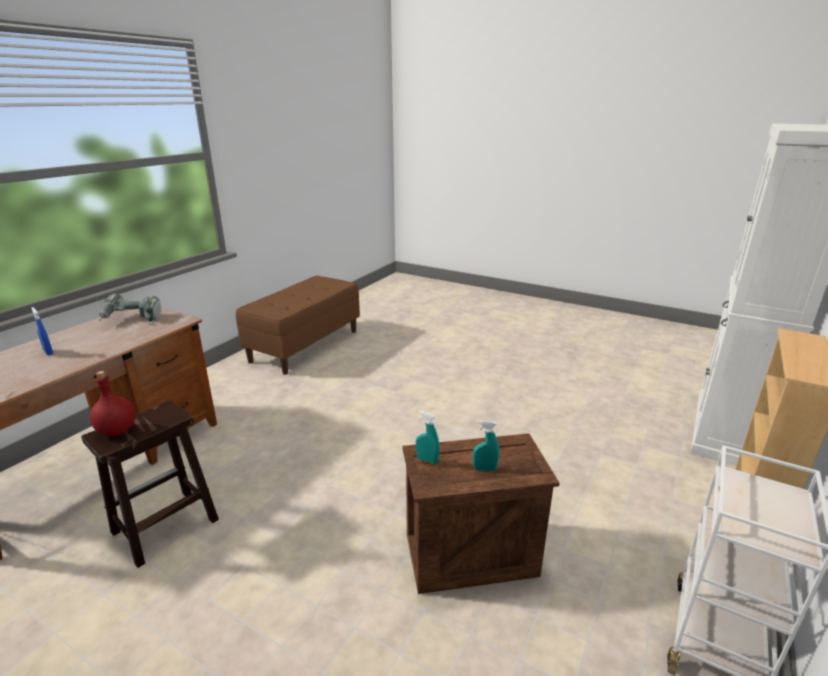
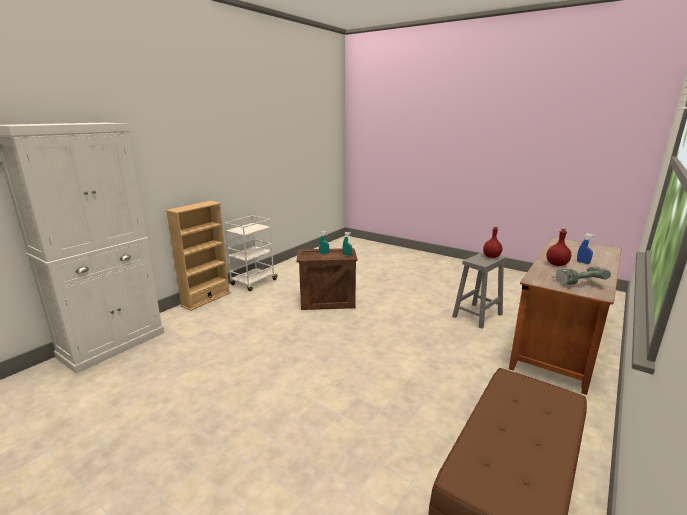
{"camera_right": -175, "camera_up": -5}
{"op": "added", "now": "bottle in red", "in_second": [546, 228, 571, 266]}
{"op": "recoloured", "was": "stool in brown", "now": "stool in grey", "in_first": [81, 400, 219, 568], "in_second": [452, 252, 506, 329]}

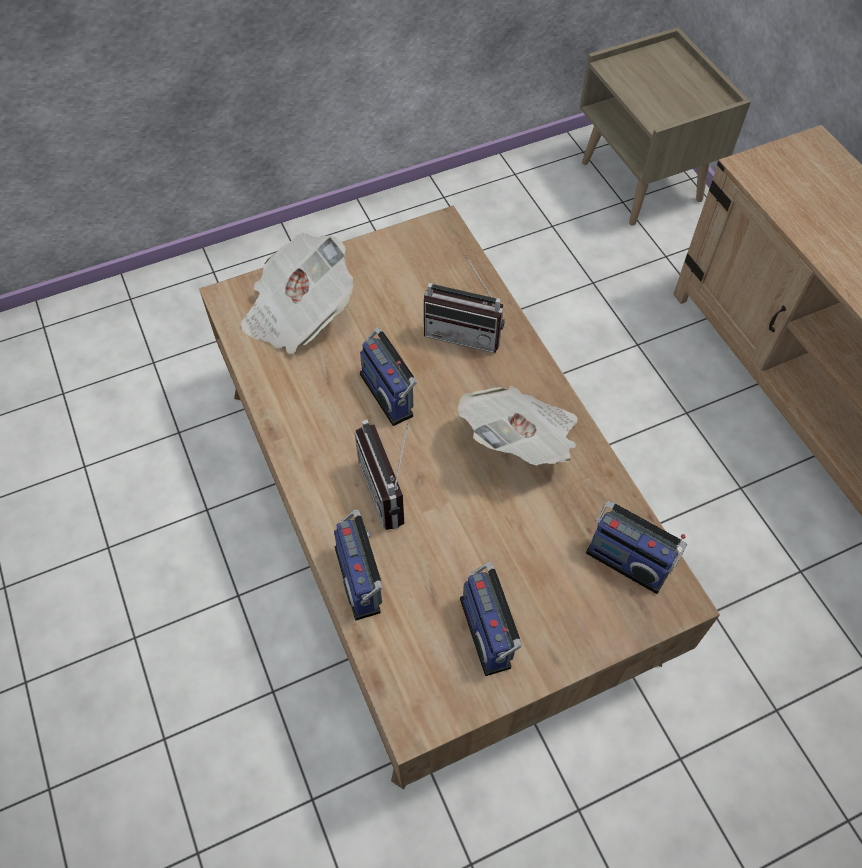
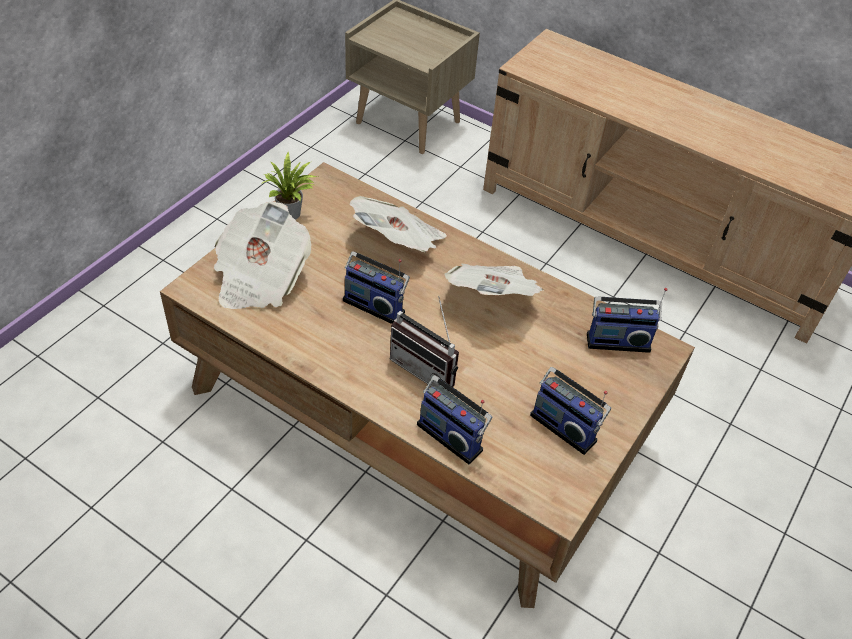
{"camera_right": -35, "camera_up": -10}
{"op": "added", "now": "potted plant", "in_second": [261, 152, 318, 220]}
{"op": "replaced", "was": "radio", "now": "newspaper", "in_first": [424, 254, 505, 353], "in_second": [350, 196, 447, 252]}

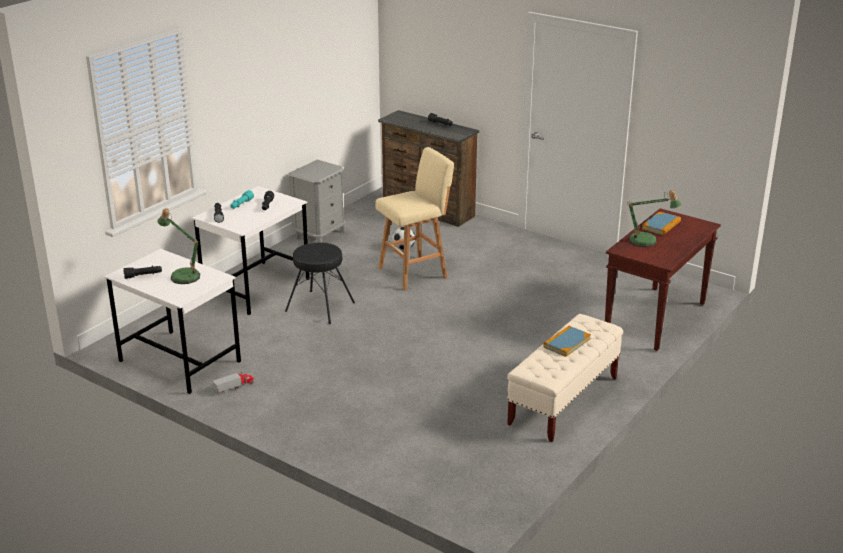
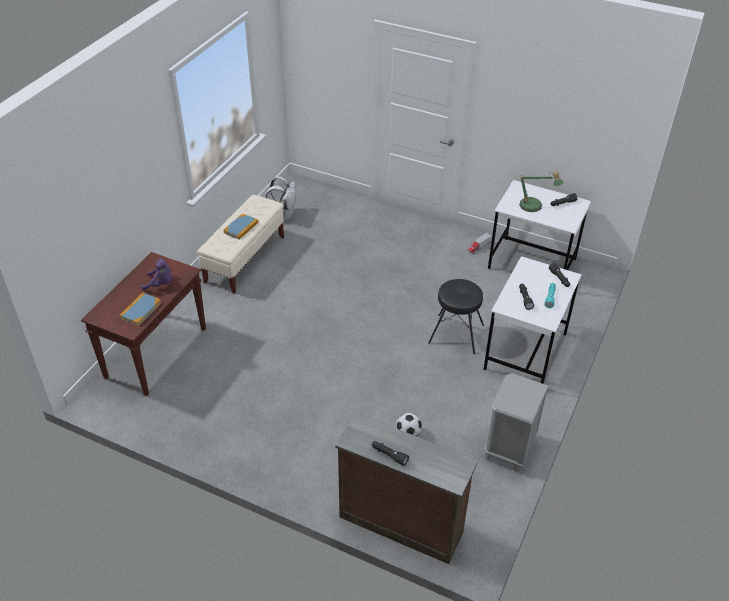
{"camera_right": 170, "camera_up": 15}
{"op": "removed", "was": "stool in beige", "in_first": [376, 147, 454, 291]}
{"op": "added", "now": "backpack in white", "in_second": [265, 176, 296, 221]}
{"op": "replaced", "was": "table lamp", "now": "plush toy in purple", "in_first": [629, 190, 682, 247], "in_second": [141, 259, 172, 290]}

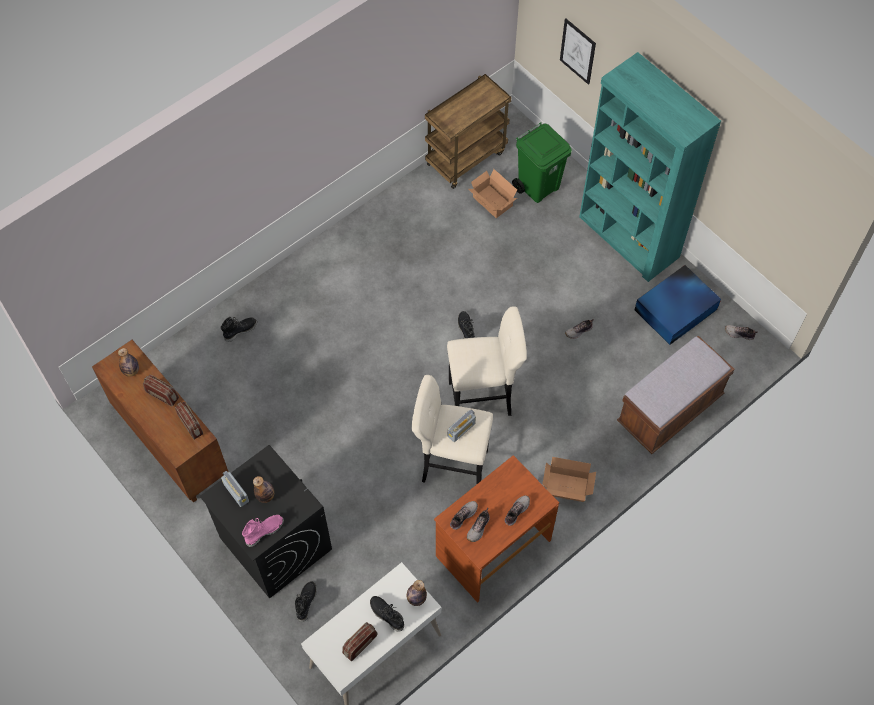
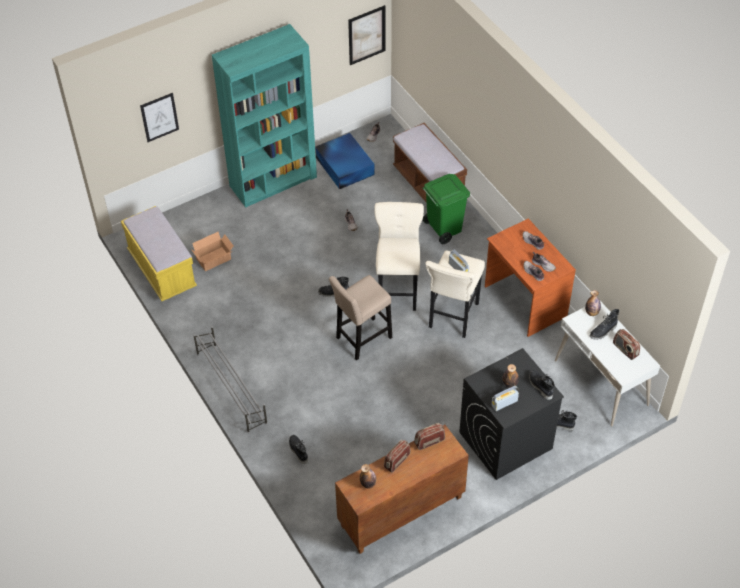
{"camera_right": -80, "camera_up": -10}
{"op": "removed", "was": "cardboard box", "in_first": [542, 457, 596, 502]}
{"op": "added", "now": "shoe rack in grey", "in_second": [193, 326, 267, 433]}
{"op": "added", "now": "stool in beige", "in_second": [329, 275, 392, 360]}
{"op": "added", "now": "picture", "in_second": [348, 5, 386, 65]}
{"op": "moved", "was": "trash can in green", "in_first": [512, 123, 572, 203], "in_second": [422, 174, 470, 244]}
{"op": "replaced", "was": "cart in brown", "now": "bench in yellow", "in_first": [425, 74, 511, 189], "in_second": [121, 206, 197, 301]}
{"op": "recoloured", "was": "boot in pink", "now": "boot in black", "in_first": [242, 515, 284, 547], "in_second": [529, 370, 555, 400]}

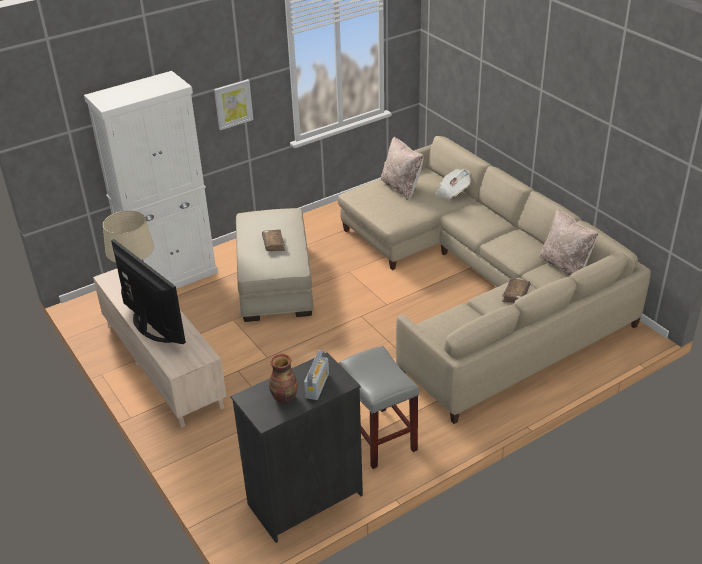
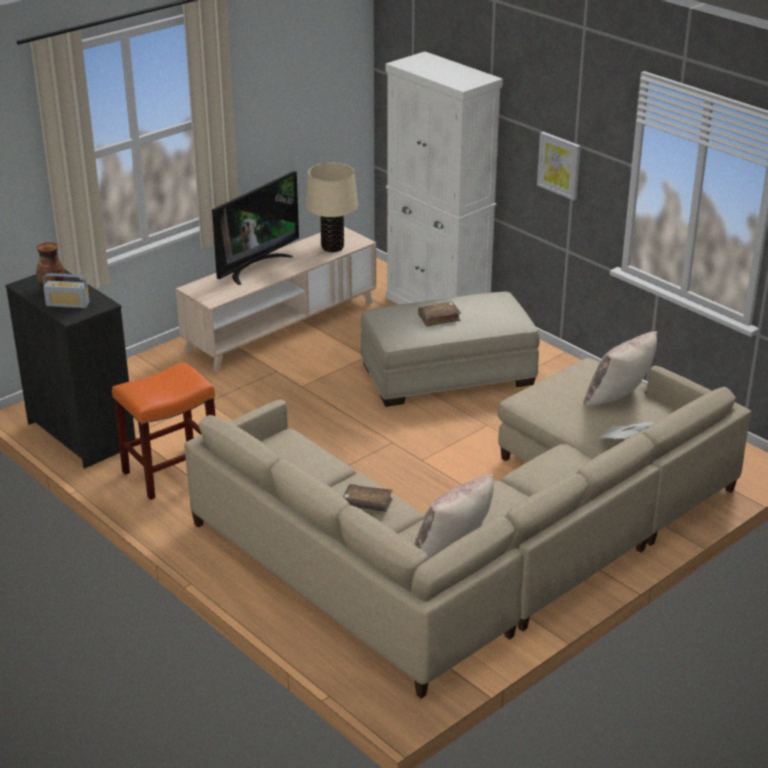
{"camera_right": 80, "camera_up": -5}
{"op": "recoloured", "was": "stool in grey", "now": "stool in orange", "in_first": [339, 346, 419, 469], "in_second": [112, 362, 215, 500]}

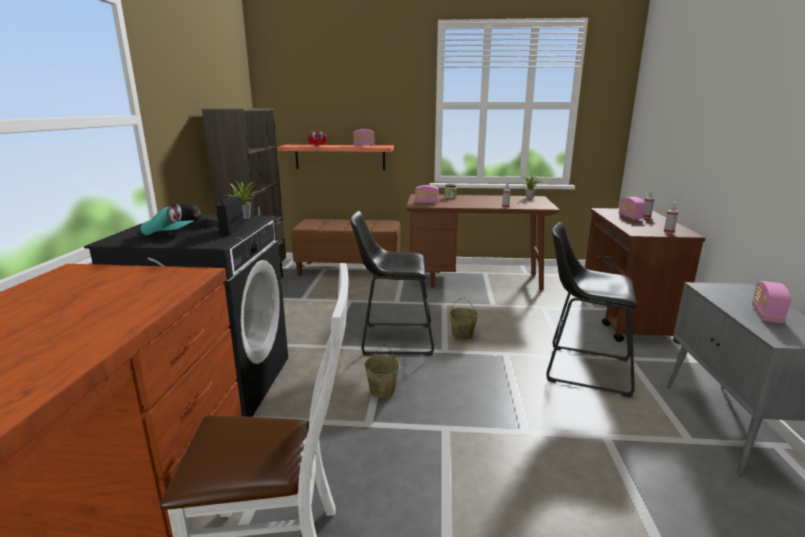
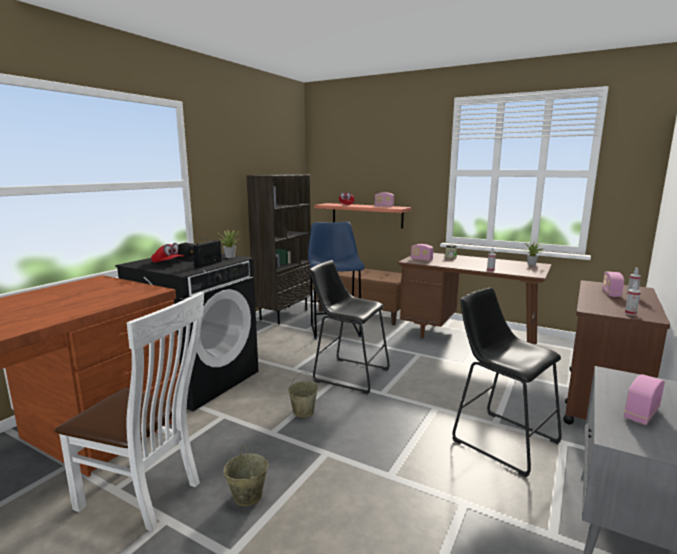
{"camera_right": 25, "camera_up": -5}
{"op": "added", "now": "stool in blue", "in_second": [308, 222, 364, 340]}
{"op": "moved", "was": "bucket in beige", "in_first": [449, 298, 479, 340], "in_second": [223, 444, 269, 506]}
{"op": "recoloured", "was": "cap in turquoise", "now": "cap in red", "in_first": [141, 204, 194, 236], "in_second": [151, 243, 184, 263]}

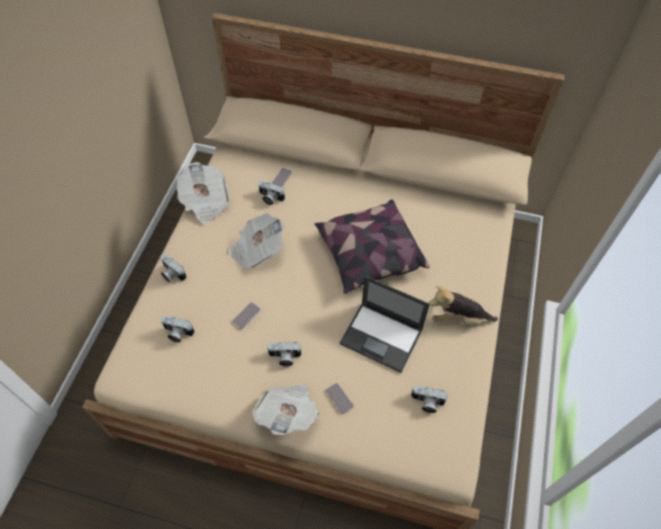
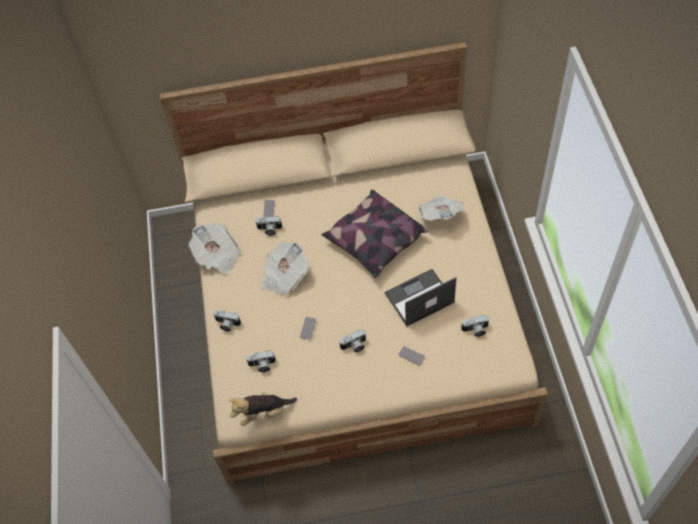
{"camera_right": -20, "camera_up": 0}
{"op": "moved", "was": "newspaper", "in_first": [252, 384, 319, 435], "in_second": [418, 195, 464, 221]}
{"op": "moved", "was": "plush toy", "in_first": [429, 286, 498, 326], "in_second": [229, 392, 297, 426]}
{"op": "turned", "was": "laptop", "in_first": [340, 276, 430, 373], "in_second": [384, 269, 456, 326], "clockwise": 150}

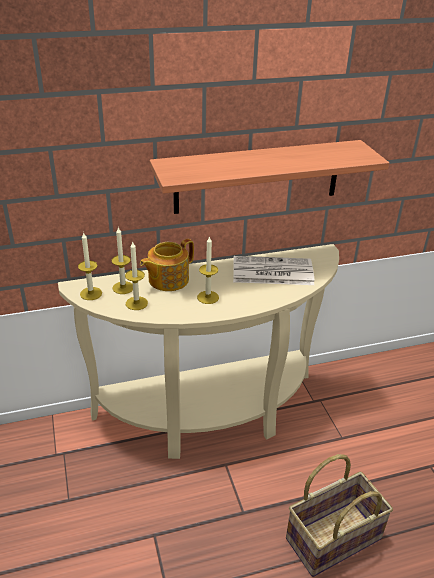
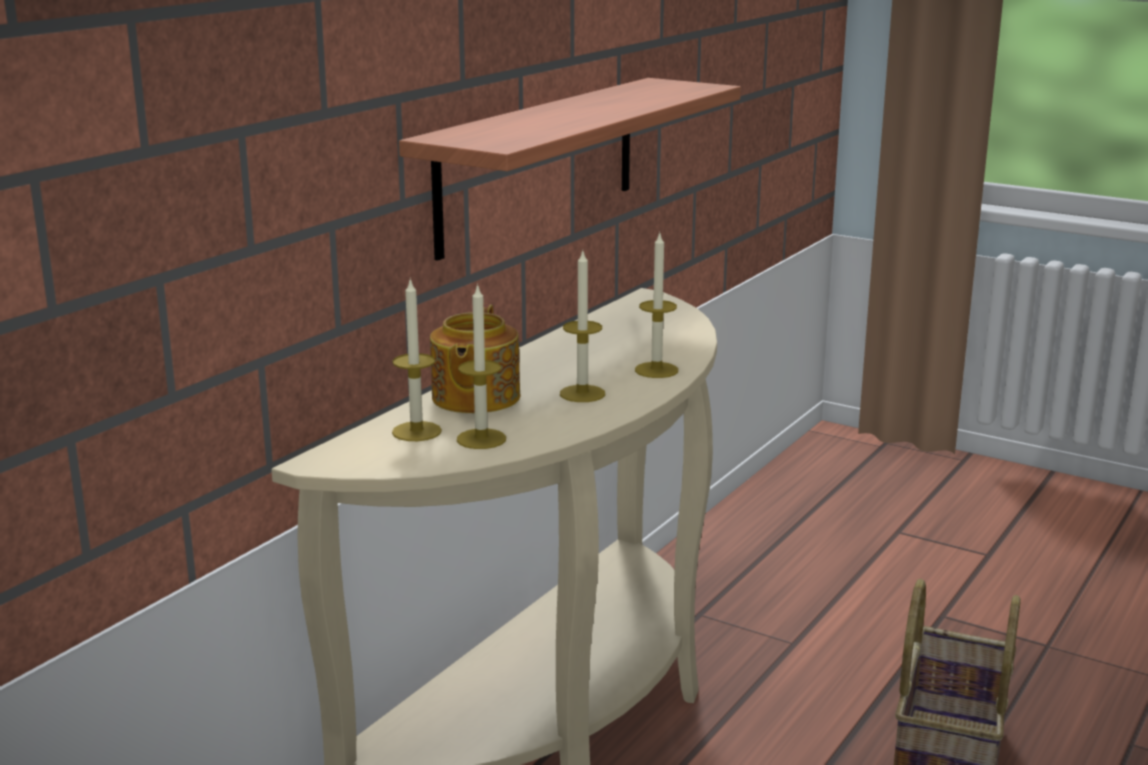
{"camera_right": -40, "camera_up": -15}
{"op": "removed", "was": "newspaper", "in_first": [233, 256, 314, 285]}
{"op": "moved", "was": "candle", "in_first": [78, 233, 102, 300], "in_second": [635, 232, 678, 378]}

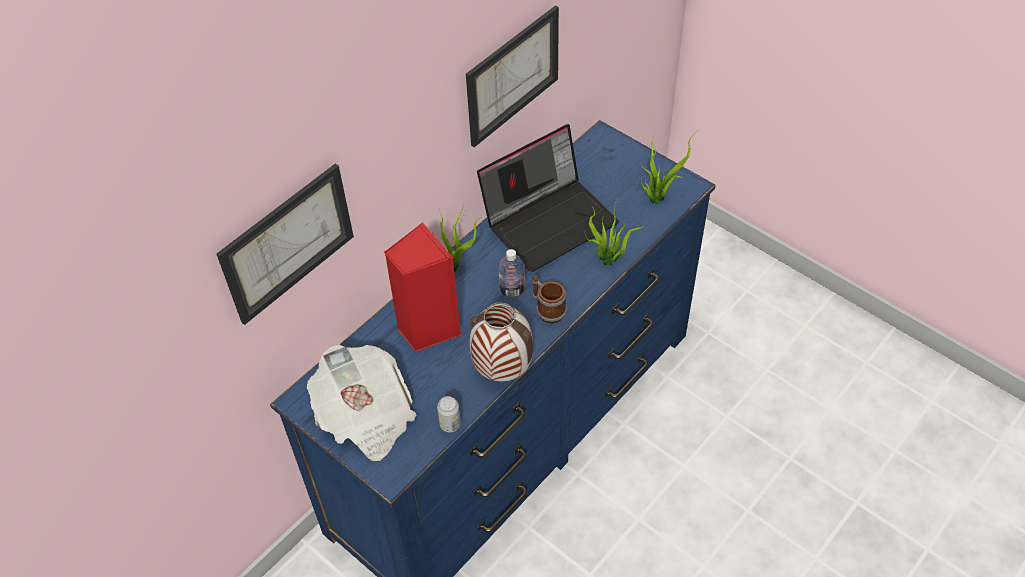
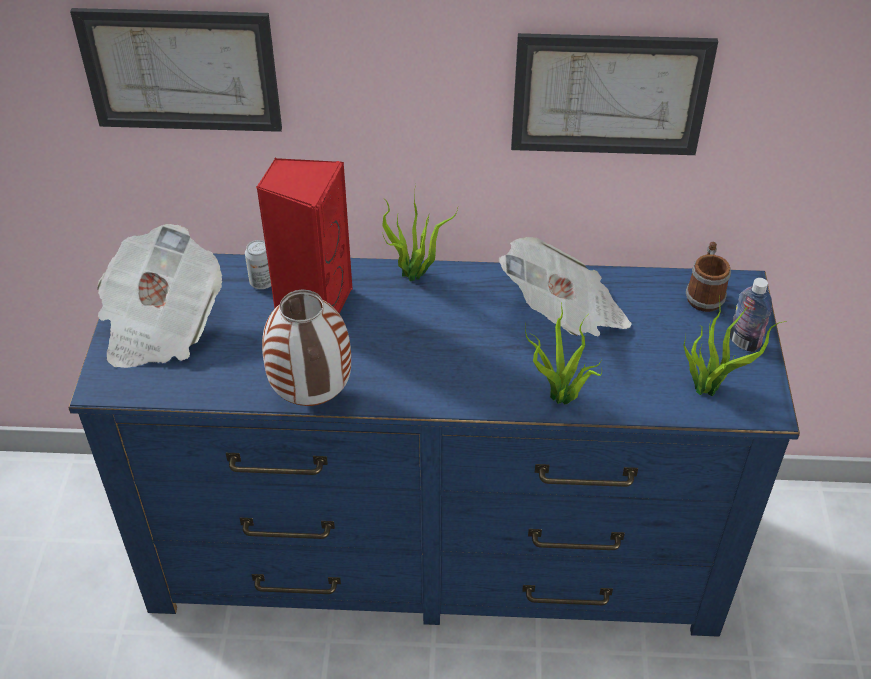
{"camera_right": 50, "camera_up": -5}
{"op": "moved", "was": "can", "in_first": [437, 396, 461, 433], "in_second": [245, 240, 271, 289]}
{"op": "moved", "was": "bottle", "in_first": [499, 249, 525, 297], "in_second": [730, 278, 772, 352]}
{"op": "moved", "was": "mug", "in_first": [532, 275, 567, 323], "in_second": [686, 242, 731, 312]}
{"op": "replaced", "was": "laptop", "now": "newspaper", "in_first": [477, 124, 619, 272], "in_second": [499, 237, 632, 336]}

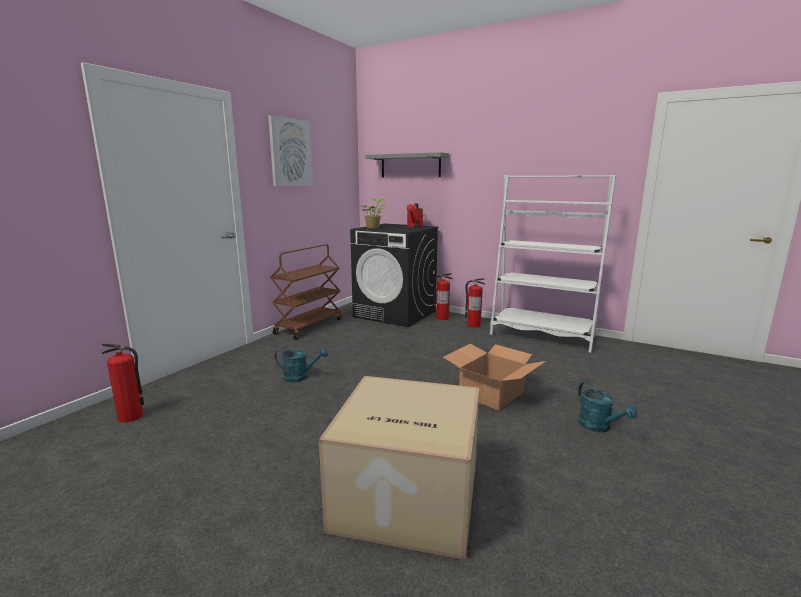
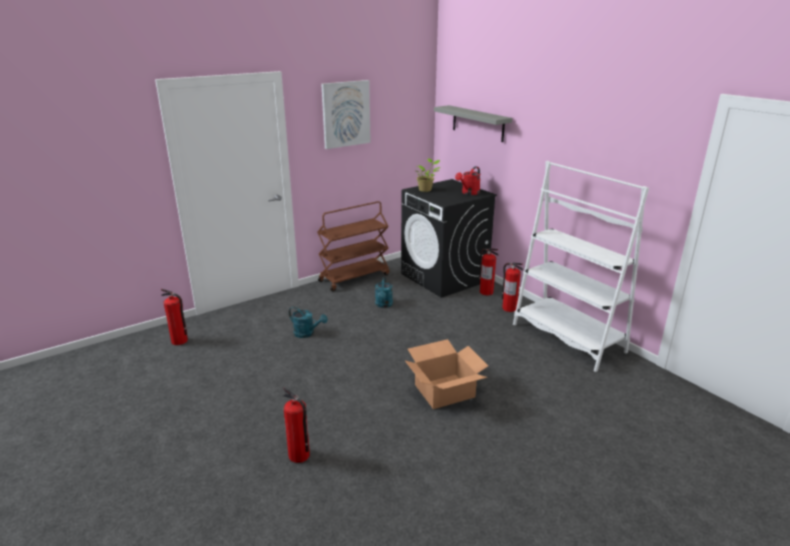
{"camera_right": 25, "camera_up": 10}
{"op": "moved", "was": "watering can in turquoise", "in_first": [578, 382, 637, 432], "in_second": [375, 277, 393, 308]}
{"op": "replaced", "was": "cardboard box", "now": "fire extinguisher", "in_first": [319, 376, 480, 560], "in_second": [283, 388, 310, 463]}

